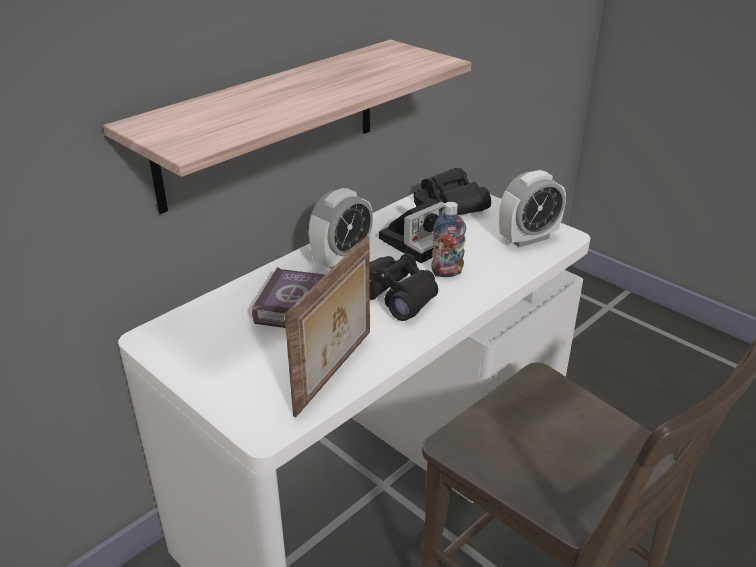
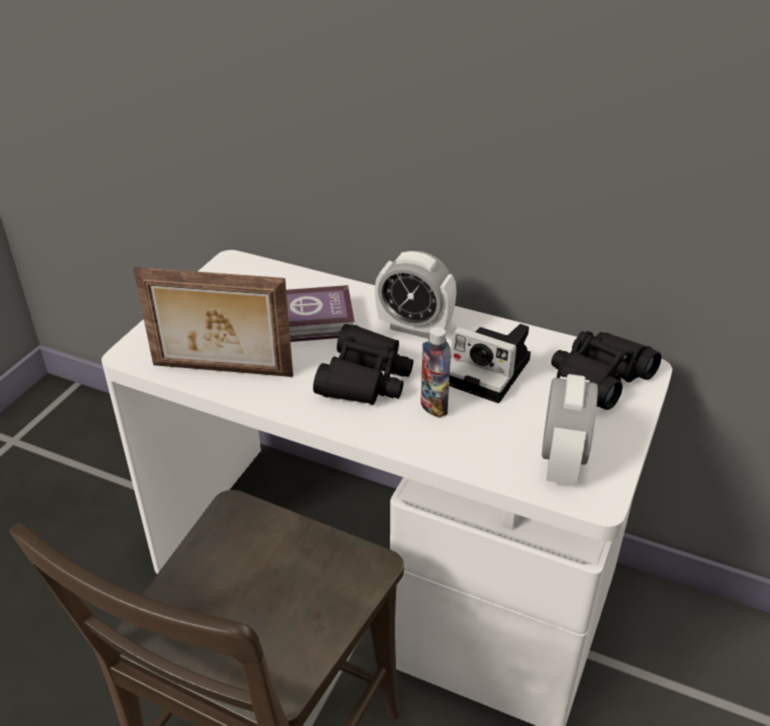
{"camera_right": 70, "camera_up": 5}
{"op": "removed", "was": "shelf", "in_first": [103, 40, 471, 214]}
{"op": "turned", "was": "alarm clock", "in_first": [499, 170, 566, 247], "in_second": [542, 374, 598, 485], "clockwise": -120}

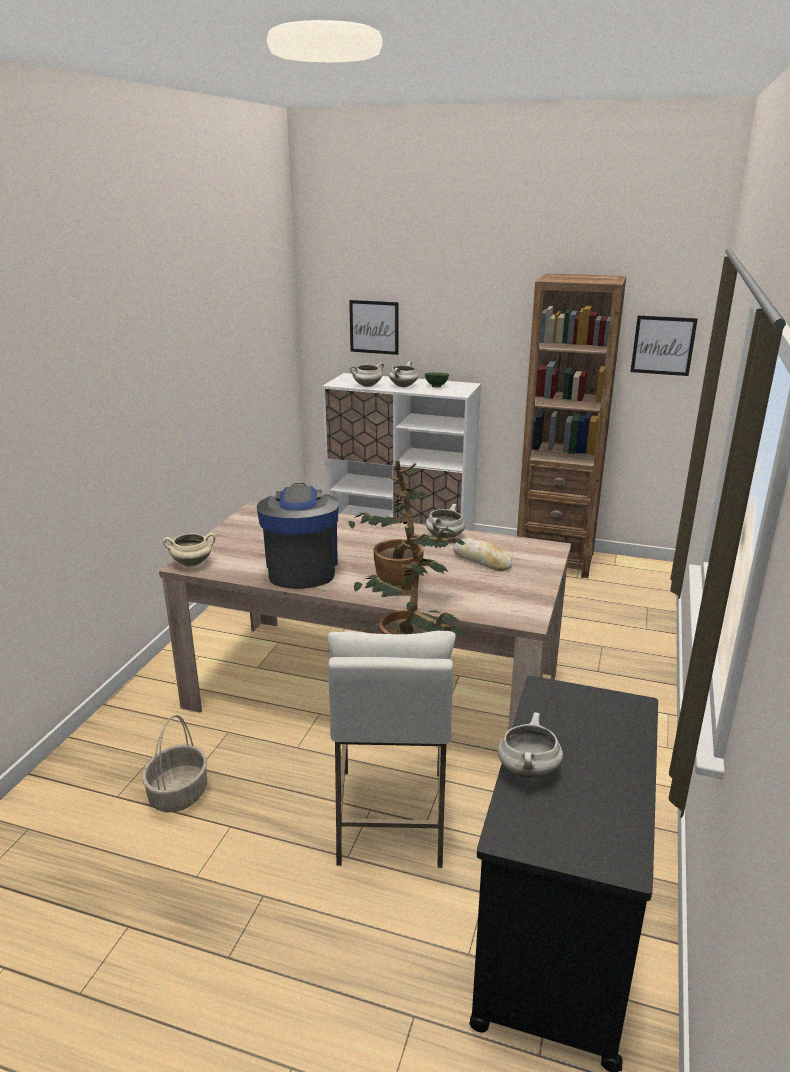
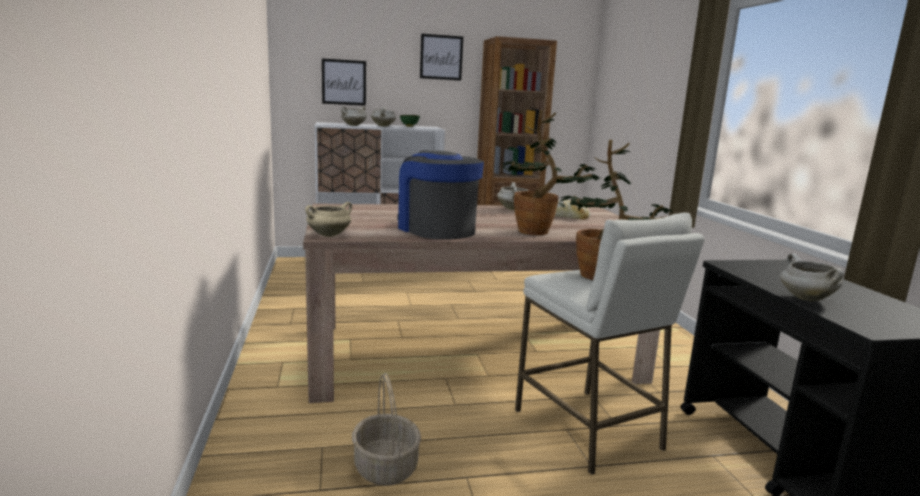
{"camera_right": -30, "camera_up": -10}
{"op": "moved", "was": "picture", "in_first": [630, 315, 698, 376], "in_second": [420, 34, 463, 81]}

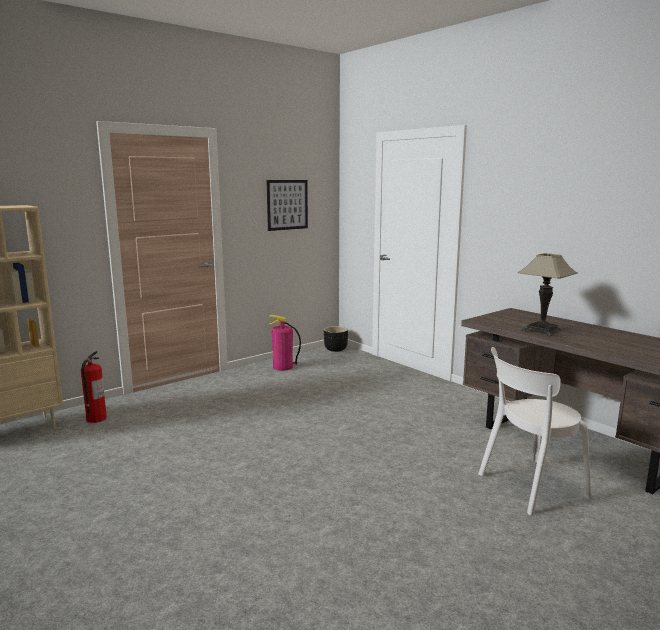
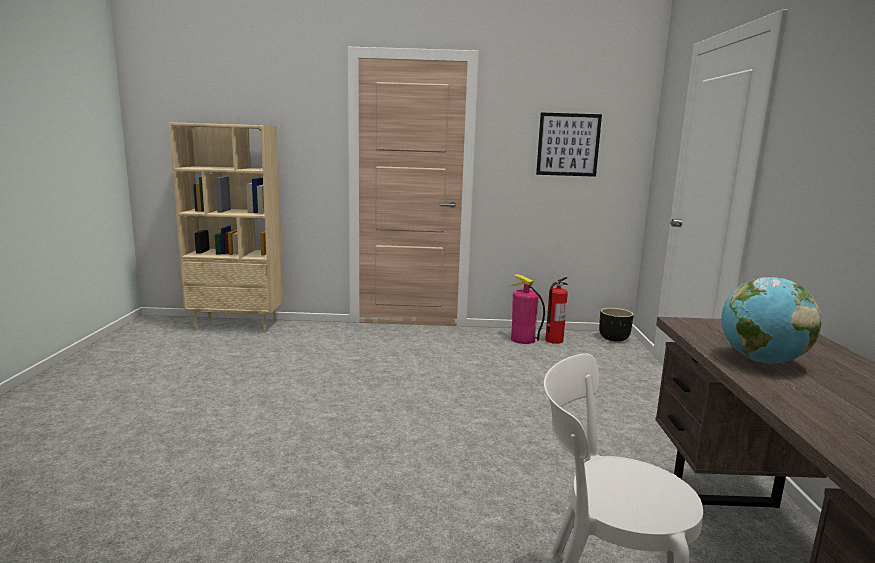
{"camera_right": 40, "camera_up": 0}
{"op": "moved", "was": "fire extinguisher", "in_first": [81, 351, 107, 423], "in_second": [545, 277, 568, 344]}
{"op": "replaced", "was": "table lamp", "now": "globe", "in_first": [518, 253, 578, 336], "in_second": [721, 277, 822, 364]}

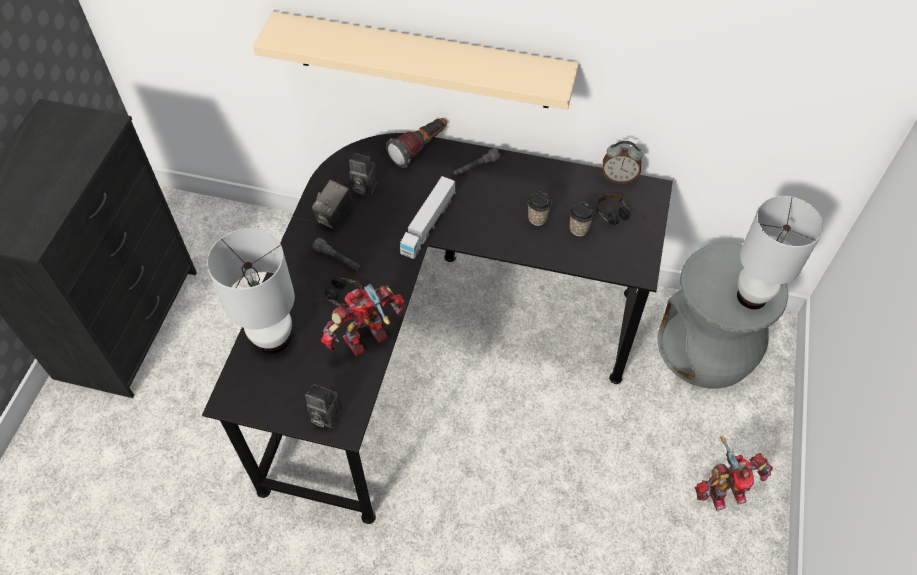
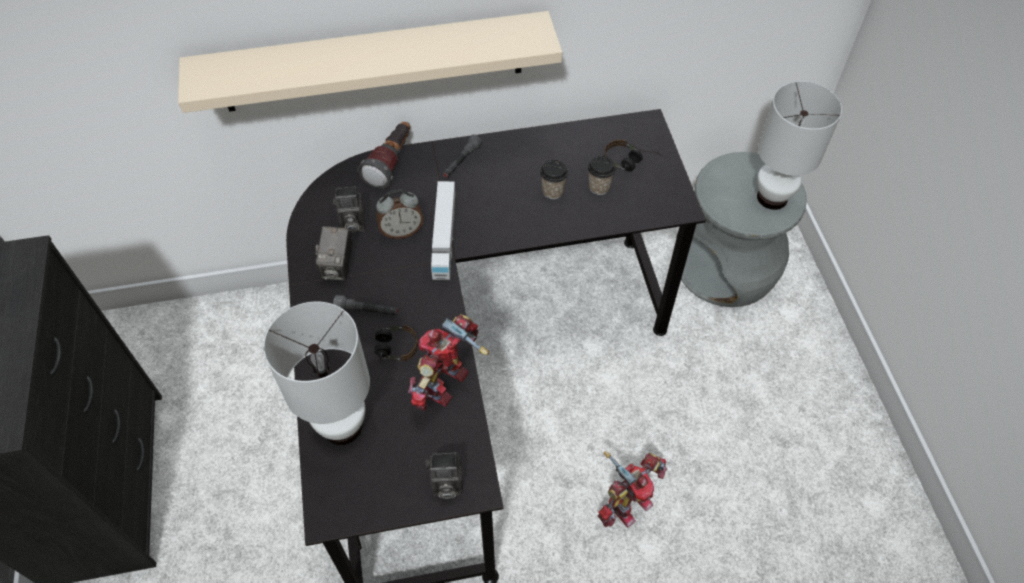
{"camera_right": -25, "camera_up": 0}
{"op": "moved", "was": "alarm clock", "in_first": [602, 141, 643, 184], "in_second": [376, 189, 424, 239]}
{"op": "moved", "was": "toy robot", "in_first": [695, 436, 773, 511], "in_second": [598, 451, 667, 528]}

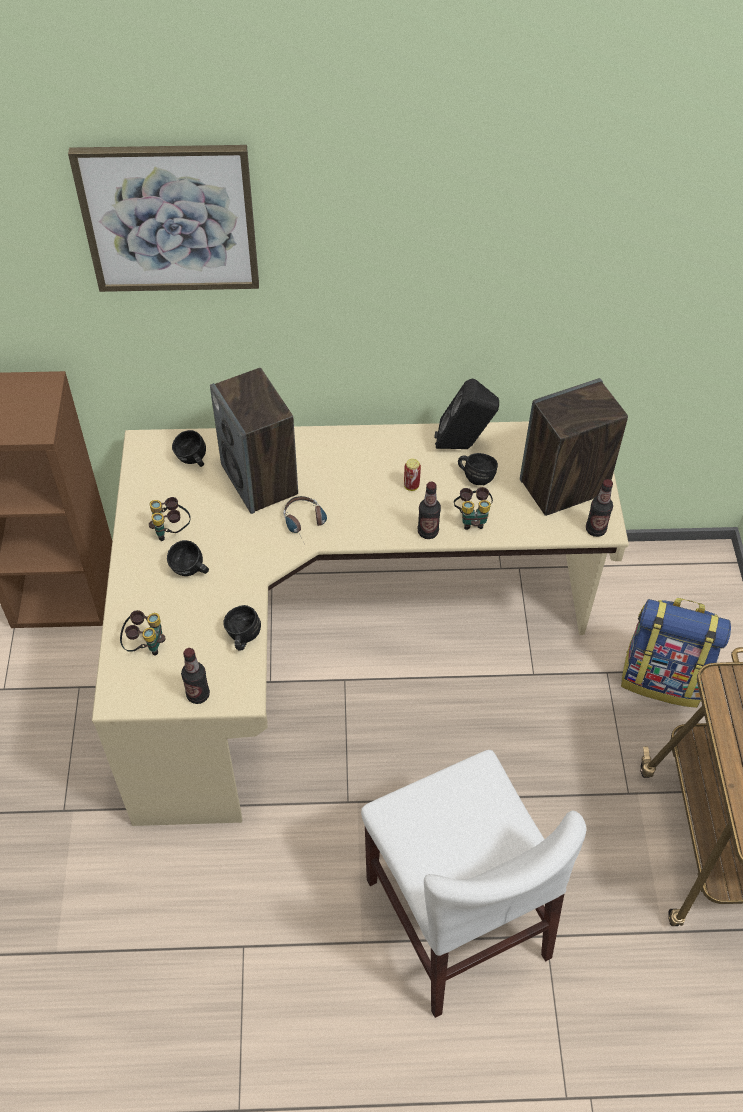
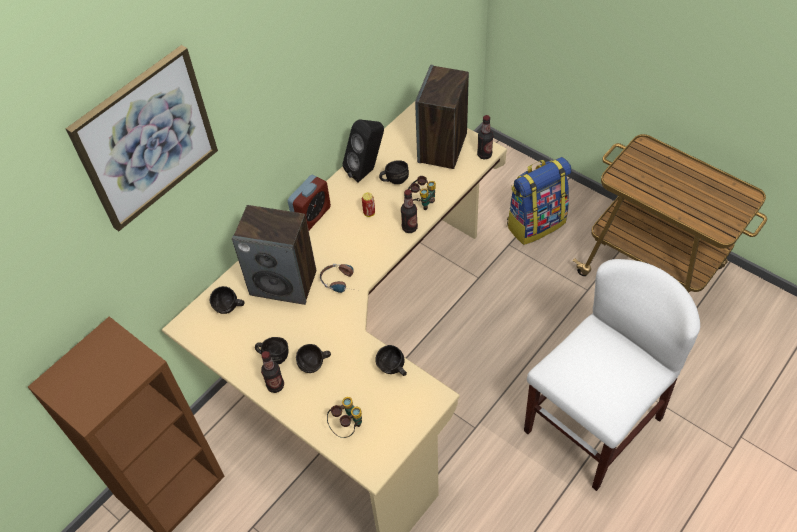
{"camera_right": -45, "camera_up": 0}
{"op": "added", "now": "alarm clock", "in_second": [288, 175, 331, 230]}
{"op": "moved", "was": "bottle", "in_first": [181, 648, 210, 704], "in_second": [261, 351, 284, 393]}
{"op": "replaced", "was": "binoculars", "now": "mug in black", "in_first": [149, 497, 191, 541], "in_second": [255, 337, 289, 364]}
{"op": "turned", "was": "chair in white", "in_first": [361, 750, 586, 1018], "in_second": [524, 259, 700, 491], "clockwise": -60}

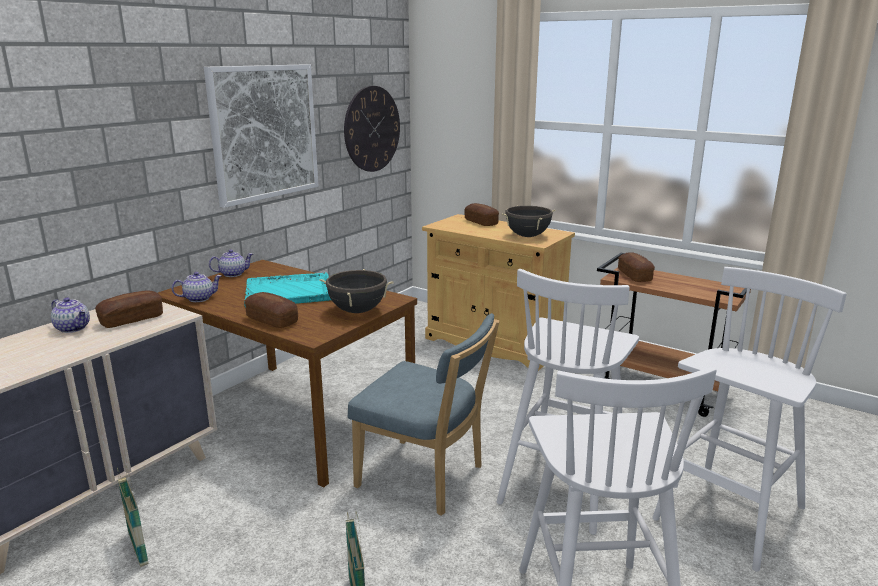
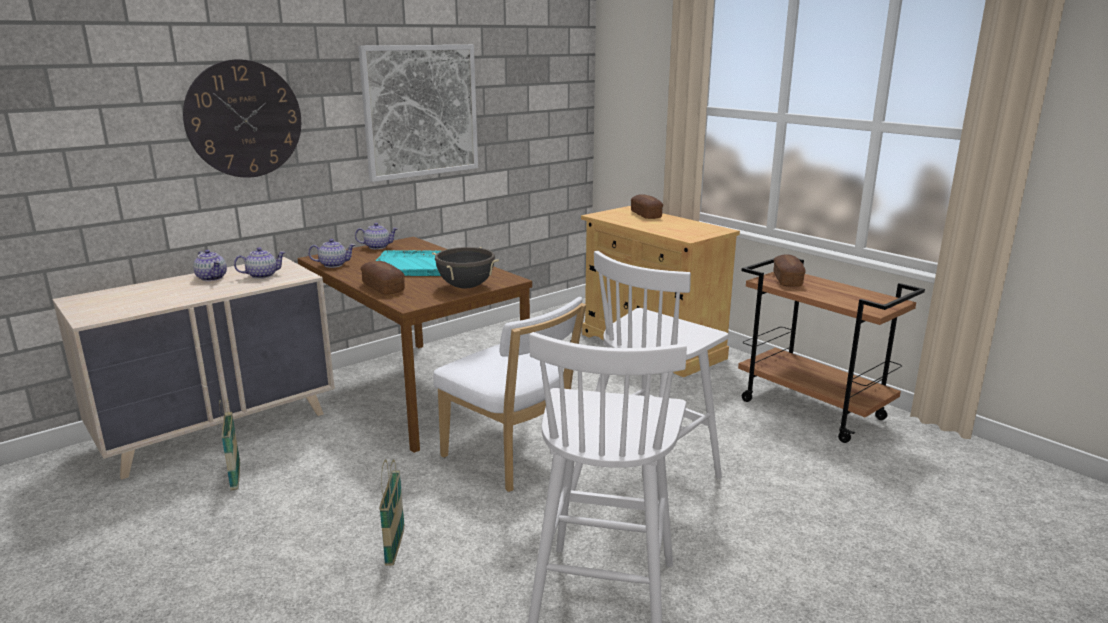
{"camera_right": 15, "camera_up": 0}
{"op": "removed", "was": "cooking pot in black", "in_first": [502, 206, 556, 237]}
{"op": "removed", "was": "stool in white", "in_first": [652, 267, 847, 572]}
{"op": "moved", "was": "wall clock", "in_first": [344, 86, 400, 172], "in_second": [183, 59, 301, 178]}
{"op": "replaced", "was": "bread", "now": "teapot", "in_first": [95, 291, 163, 328], "in_second": [234, 247, 286, 279]}
{"op": "recoloured", "was": "chair in blue", "now": "chair in white", "in_first": [348, 313, 499, 516], "in_second": [433, 297, 586, 492]}

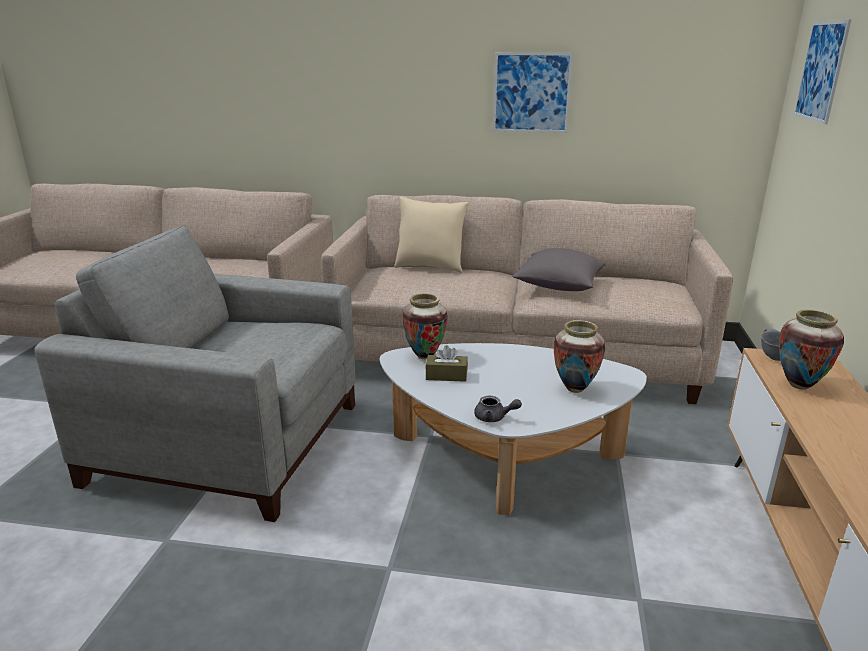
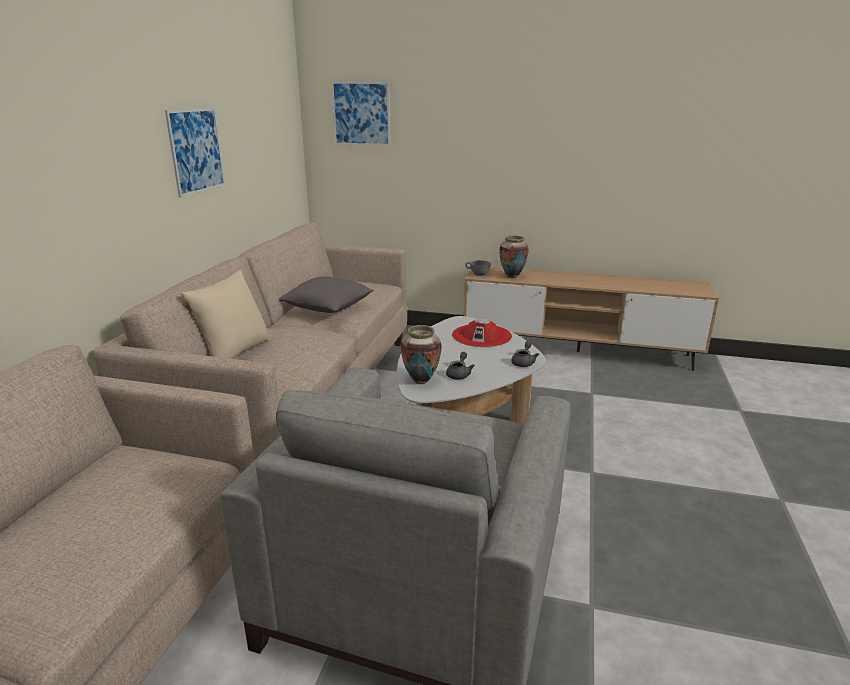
{"camera_right": -85, "camera_up": 0}
{"op": "replaced", "was": "tissue box in brown", "now": "teapot in grey", "in_first": [425, 345, 468, 382], "in_second": [446, 352, 475, 380]}
{"op": "replaced", "was": "vase", "now": "hat in red", "in_first": [554, 320, 605, 393], "in_second": [452, 318, 512, 347]}

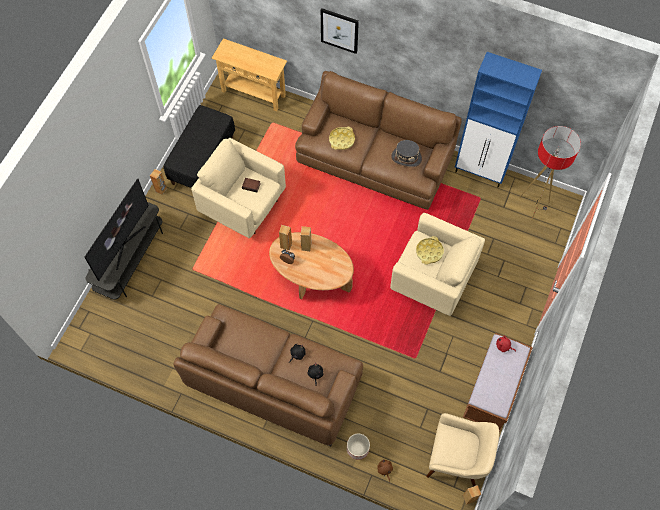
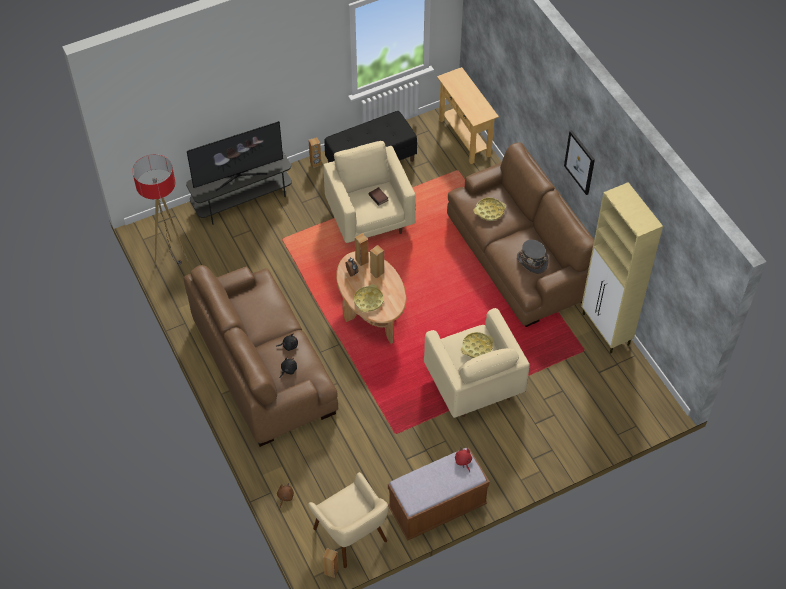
{"camera_right": 40, "camera_up": -10}
{"op": "removed", "was": "planter", "in_first": [347, 433, 370, 460]}
{"op": "added", "now": "tray in yellow", "in_second": [354, 284, 383, 313]}
{"op": "moved", "was": "picture", "in_first": [321, 8, 359, 54], "in_second": [564, 130, 595, 195]}
{"op": "moved", "was": "floor lamp", "in_first": [519, 126, 581, 222], "in_second": [132, 154, 188, 265]}
{"op": "recoloured", "was": "cabinet in blue", "now": "cabinet in beige", "in_first": [455, 52, 542, 188], "in_second": [581, 182, 663, 353]}

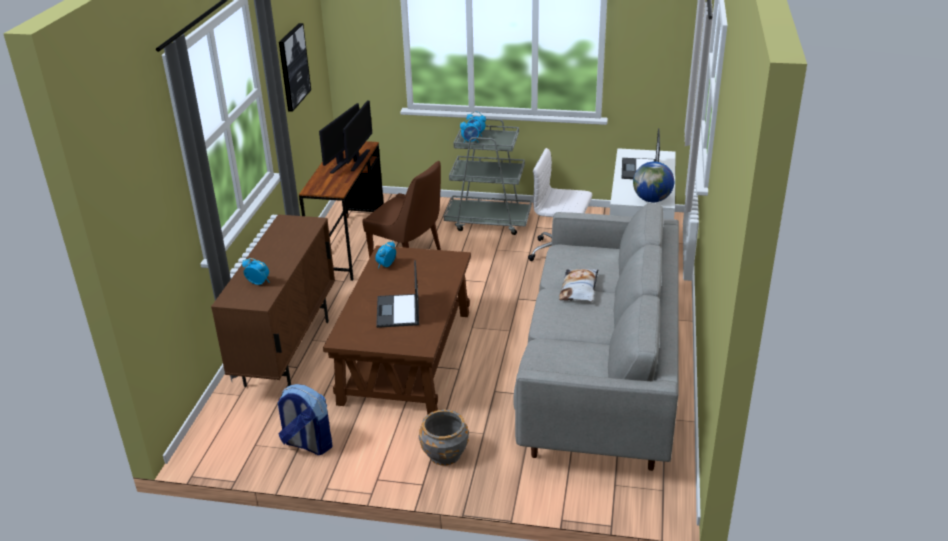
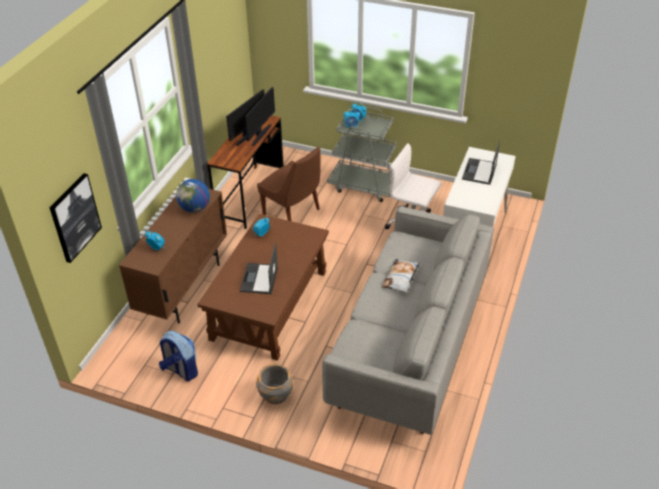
{"camera_right": 10, "camera_up": 10}
{"op": "moved", "was": "picture", "in_first": [279, 23, 311, 112], "in_second": [50, 173, 102, 263]}
{"op": "moved", "was": "globe", "in_first": [633, 161, 674, 202], "in_second": [176, 179, 210, 212]}

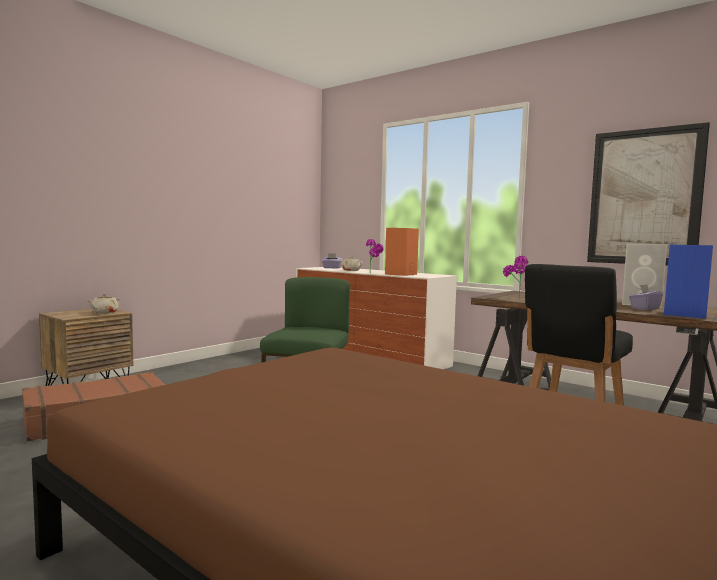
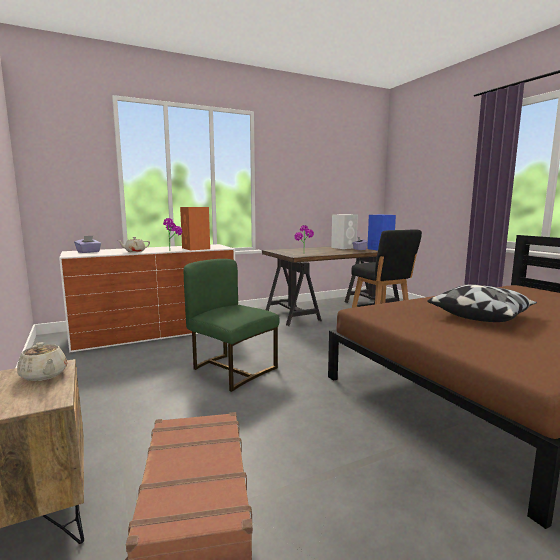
{"camera_right": -65, "camera_up": 5}
{"op": "removed", "was": "picture", "in_first": [587, 122, 710, 265]}
{"op": "added", "now": "pillow", "in_second": [427, 284, 537, 322]}

